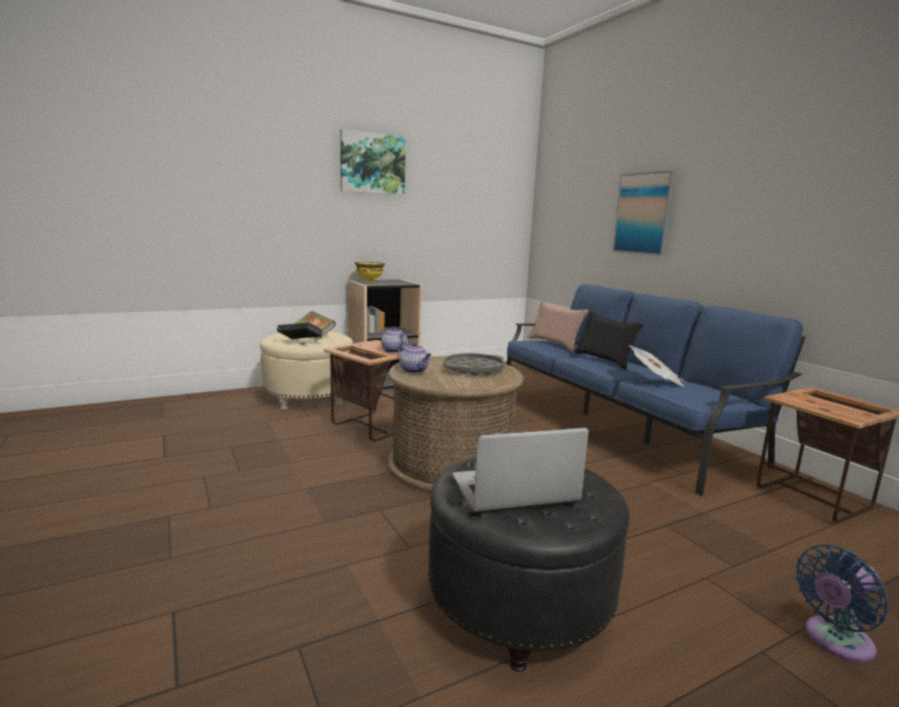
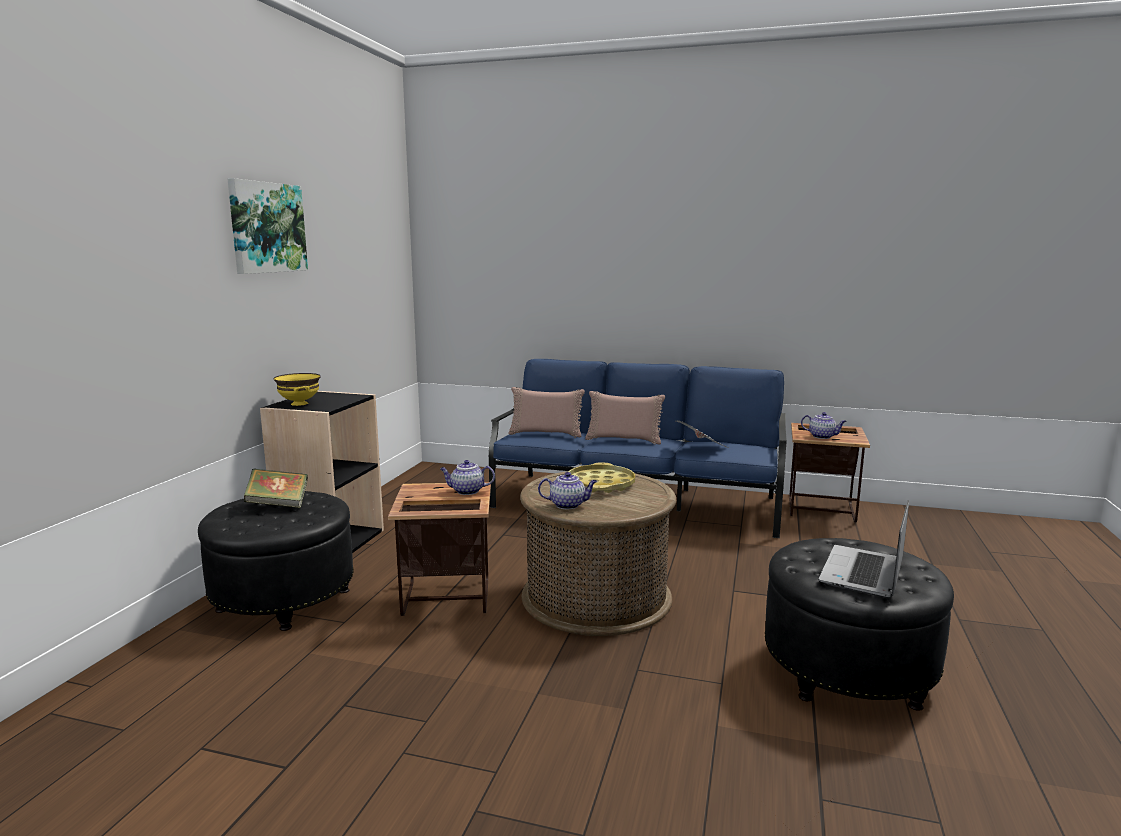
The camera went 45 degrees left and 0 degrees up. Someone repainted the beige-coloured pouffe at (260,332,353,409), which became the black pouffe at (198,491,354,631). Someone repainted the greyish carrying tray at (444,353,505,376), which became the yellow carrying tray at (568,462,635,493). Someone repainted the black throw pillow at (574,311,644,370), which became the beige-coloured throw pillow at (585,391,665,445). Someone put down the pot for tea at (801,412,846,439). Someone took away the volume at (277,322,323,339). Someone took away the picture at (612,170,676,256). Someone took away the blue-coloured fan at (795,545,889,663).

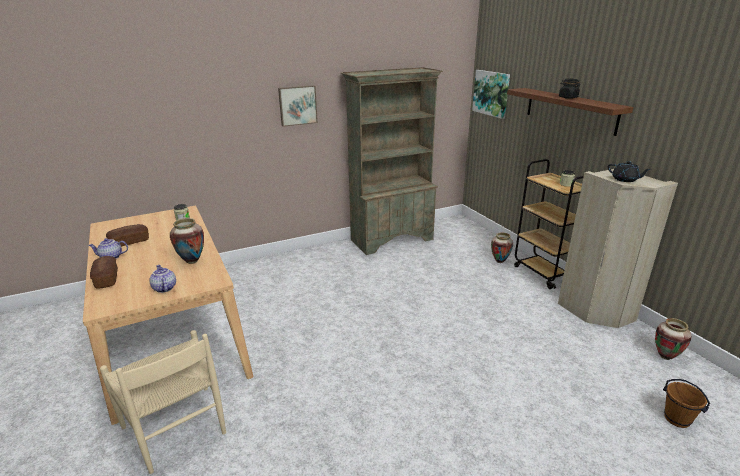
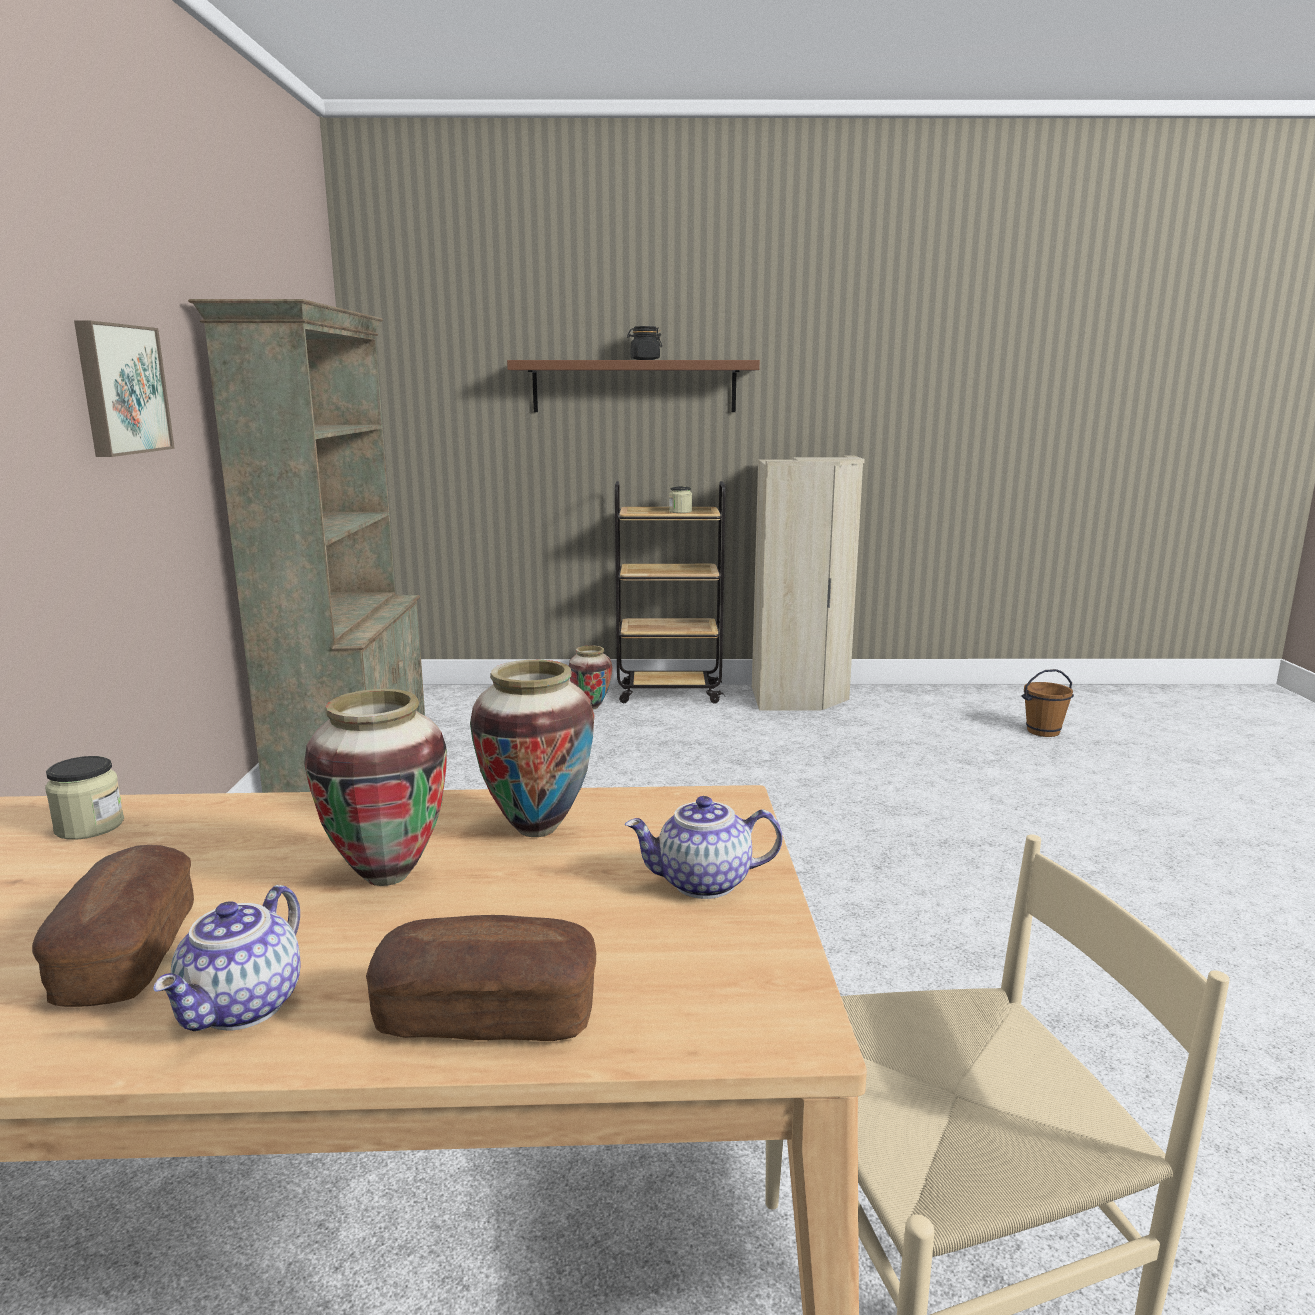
The camera went 65 degrees left and 10 degrees down. Someone carried the decorative vase from (655,318,692,360) to (304,689,447,886). Someone took away the picture at (472,70,510,119). Someone took away the black pot for tea at (608,161,651,182).

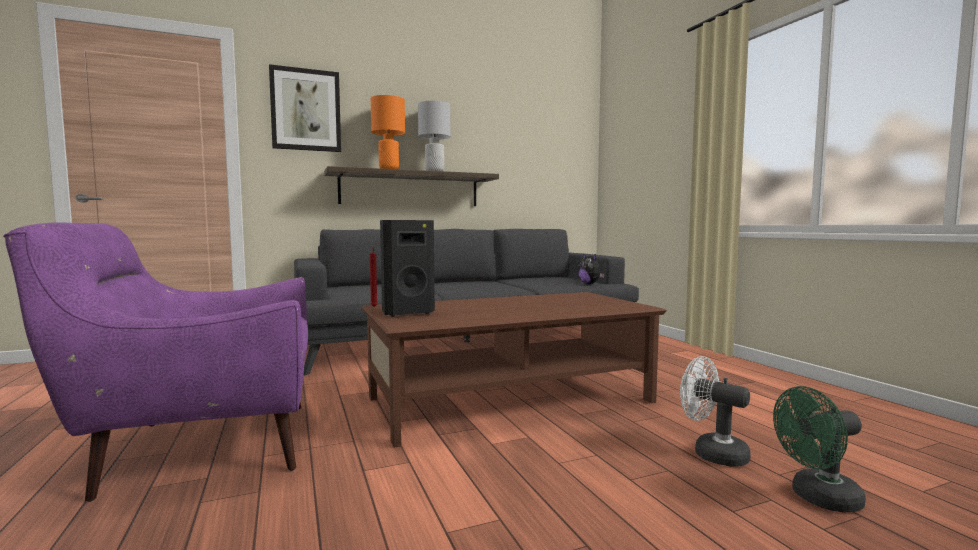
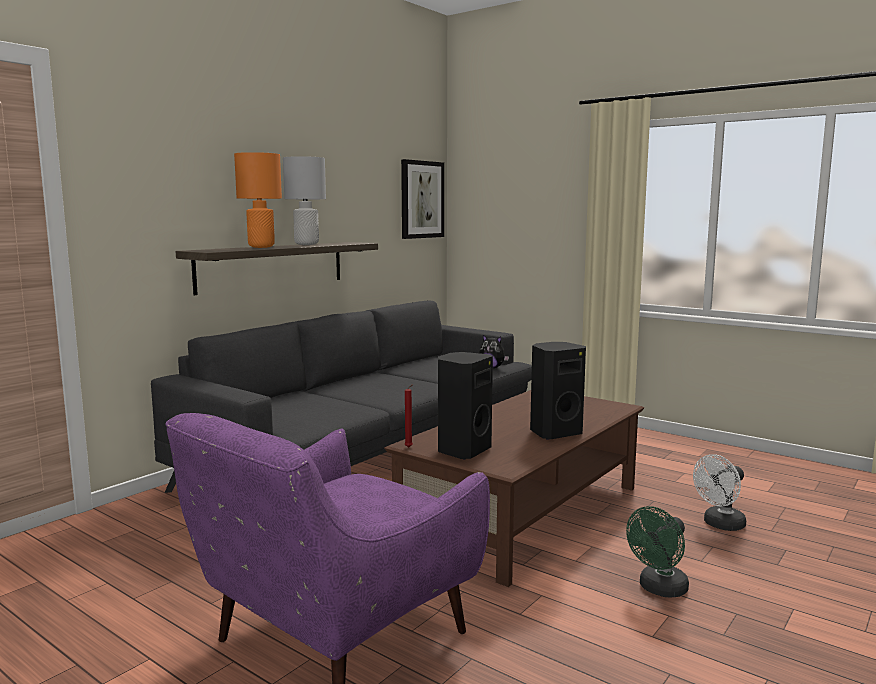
The camera went 30 degrees left and 5 degrees up. Someone carried the picture from (269,64,341,152) to (401,159,444,239). Someone put down the black loudspeaker at (530,342,586,440). Someone carried the green fan from (773,386,866,513) to (626,506,689,597). Someone rotated the whitish fan at (680,356,751,467) by 45 degrees counterclockwise.

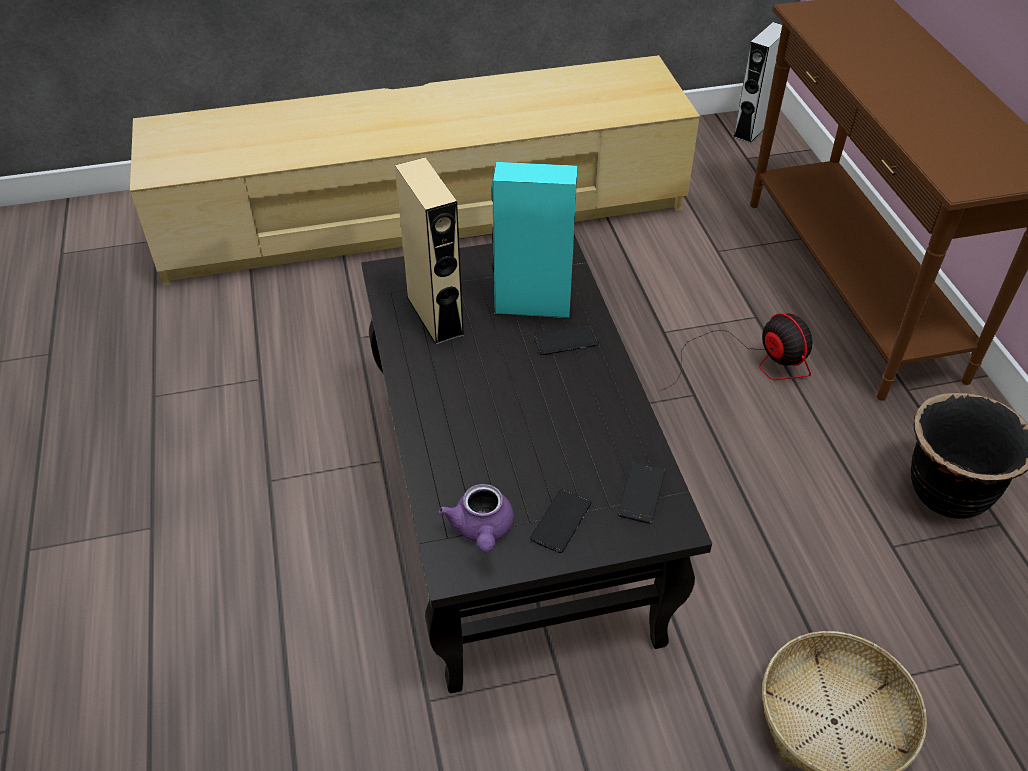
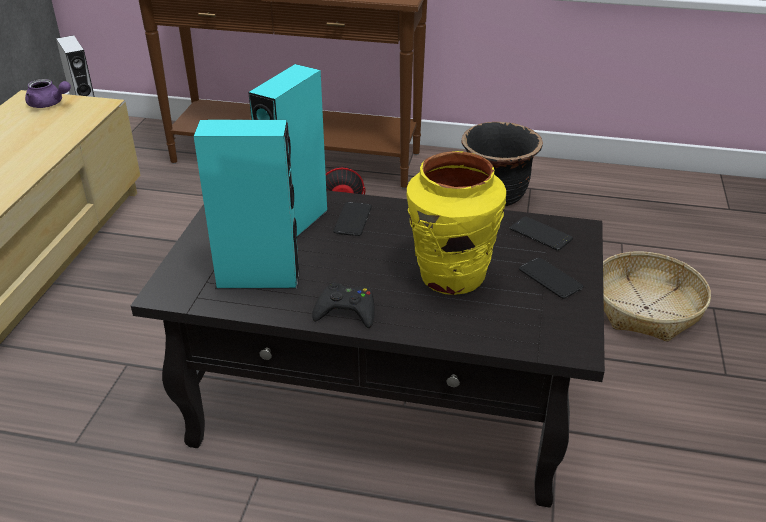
The camera went 65 degrees left and 10 degrees down. Someone carried the purplish pot for tea from (439,484,514,553) to (25,79,71,108). Someone repainted the beige-coloured loudspeaker at (395,158,465,345), which became the turquoise-coloured loudspeaker at (194,120,300,289). Someone put down the black joypad at (312,283,374,328). Someone put down the yellow decorative vase at (407,151,506,295).

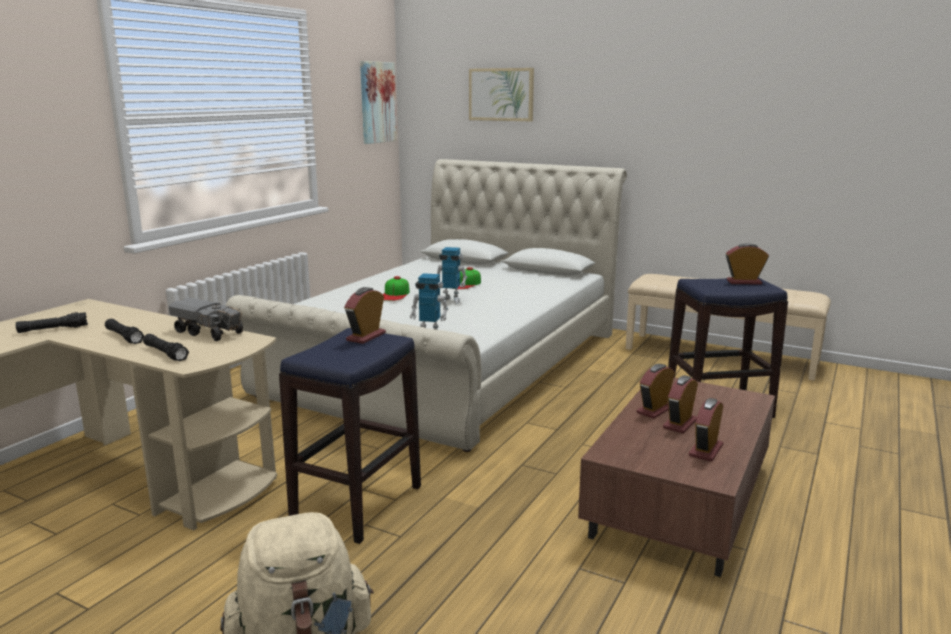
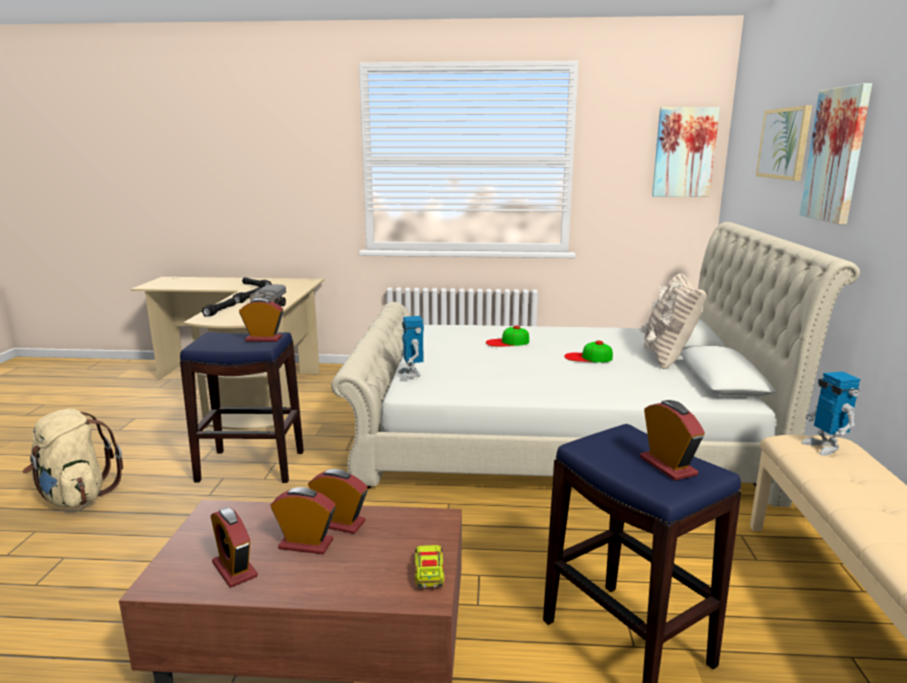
The camera went 65 degrees right and 0 degrees up. Someone rotated the bedside clock at (689,398,723,462) by 135 degrees counterclockwise. Someone put down the toy truck at (415,545,444,588). Someone put down the beige-coloured throw pillow at (640,273,706,369). Someone put up the picture at (799,83,872,225). Someone carried the toy robot from (437,247,467,304) to (801,371,860,456).

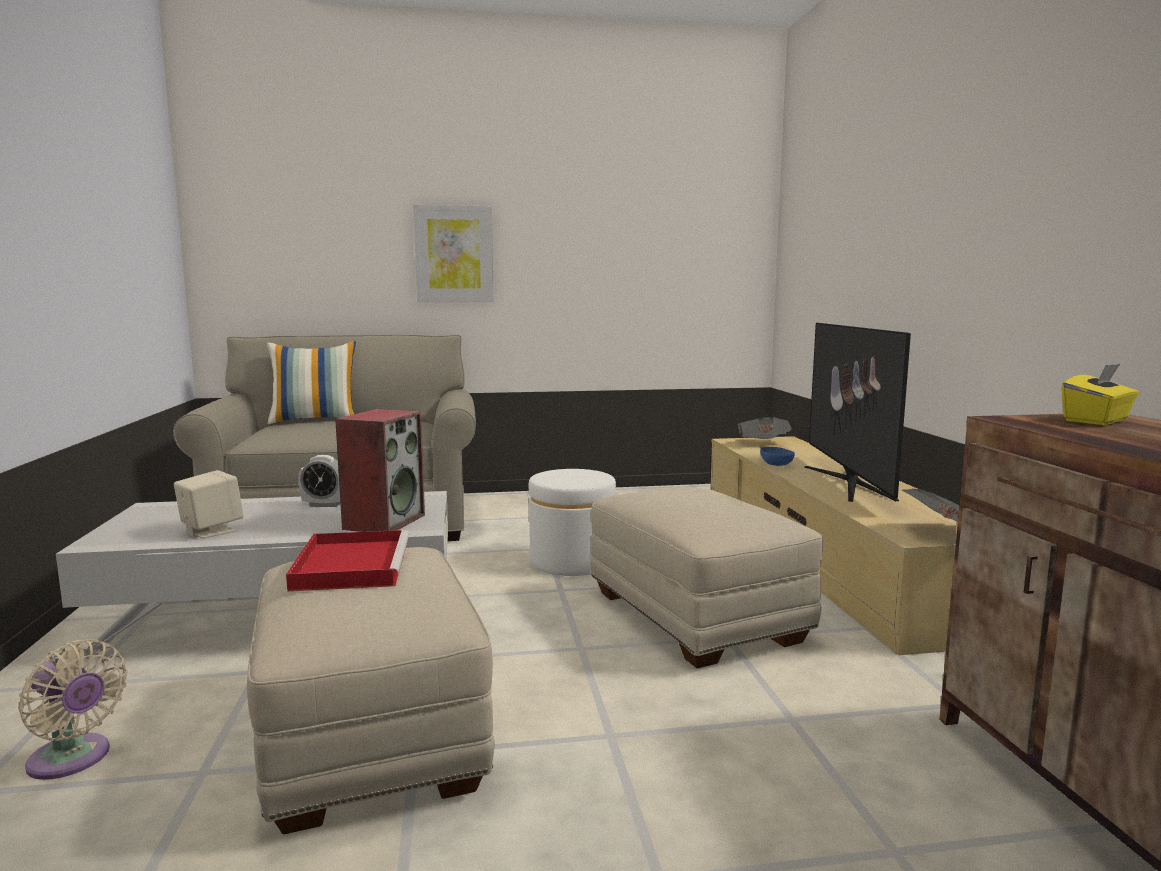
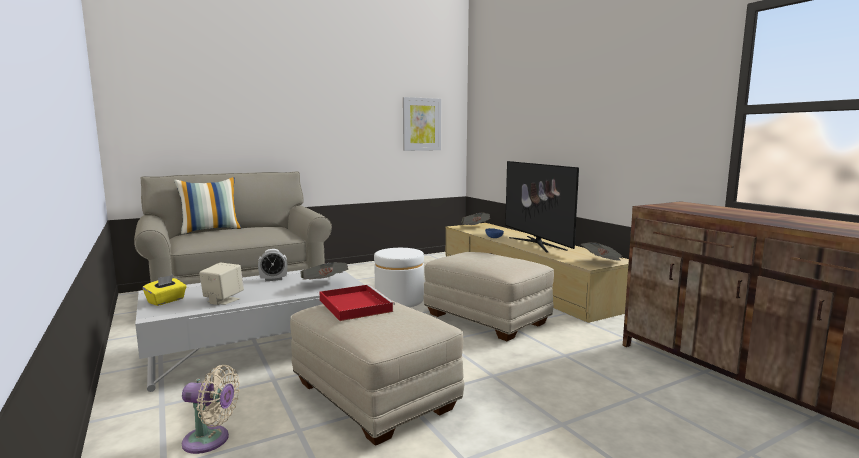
The camera went 20 degrees left and 0 degrees up. Someone carried the yellow tissue holder from (1062,363,1139,425) to (142,275,187,306). Someone swapped the loudspeaker at (335,409,425,532) for the newspaper at (300,262,348,280). Someone carried the picture from (413,205,494,302) to (403,97,441,151).

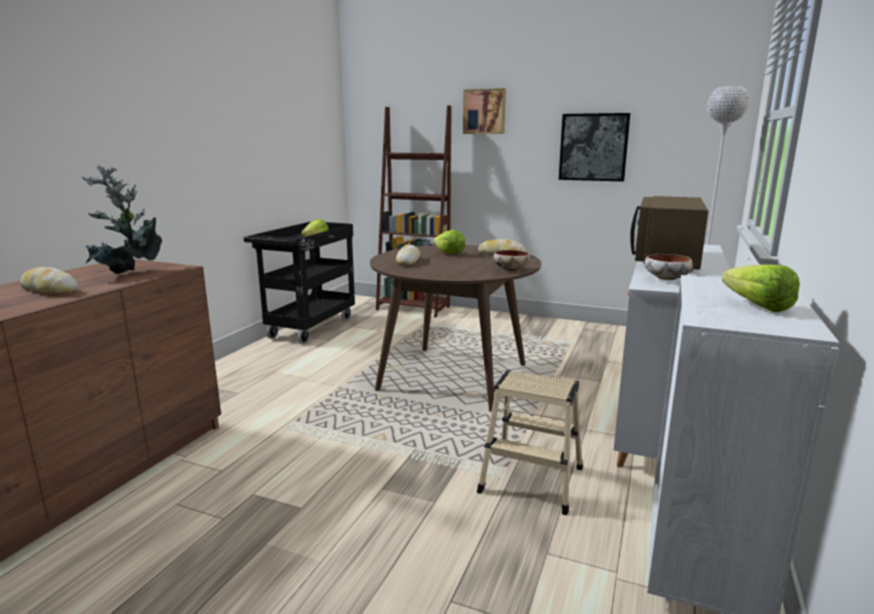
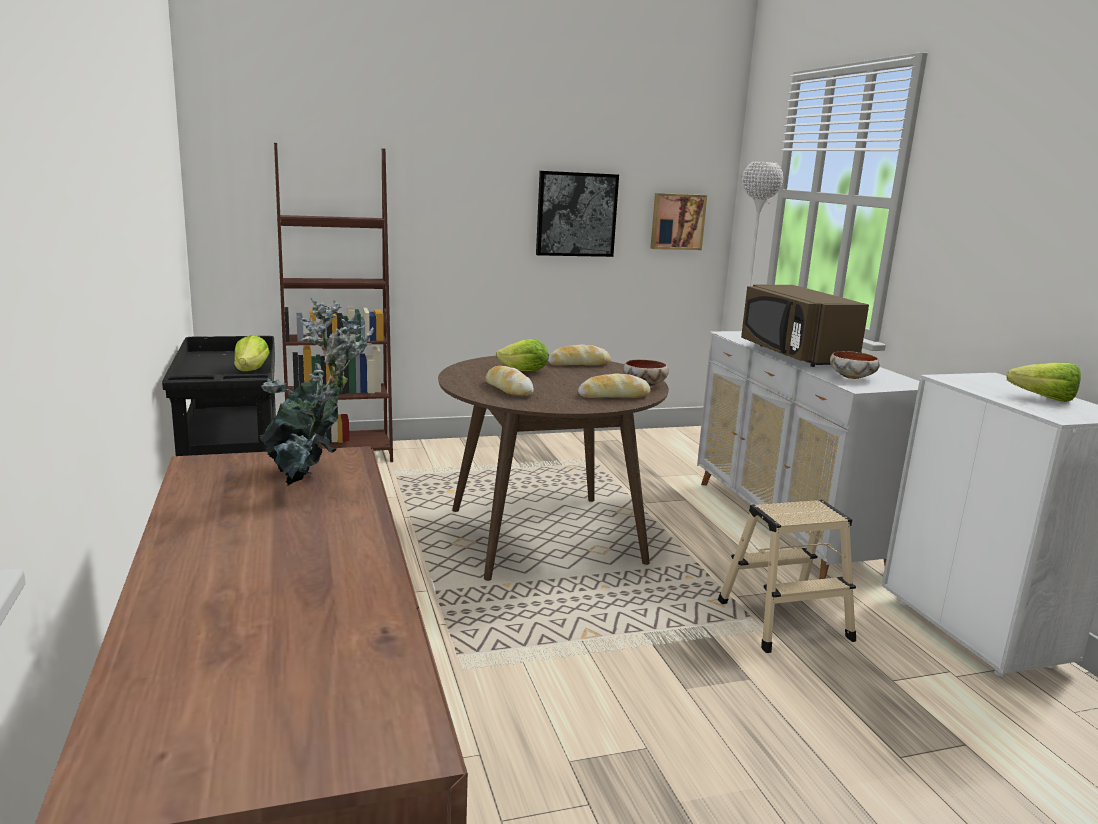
The camera went 40 degrees left and 0 degrees up. Someone carried the baked bread from (20,267,78,295) to (578,373,651,398). Someone carried the picture from (463,88,506,134) to (650,193,707,250).

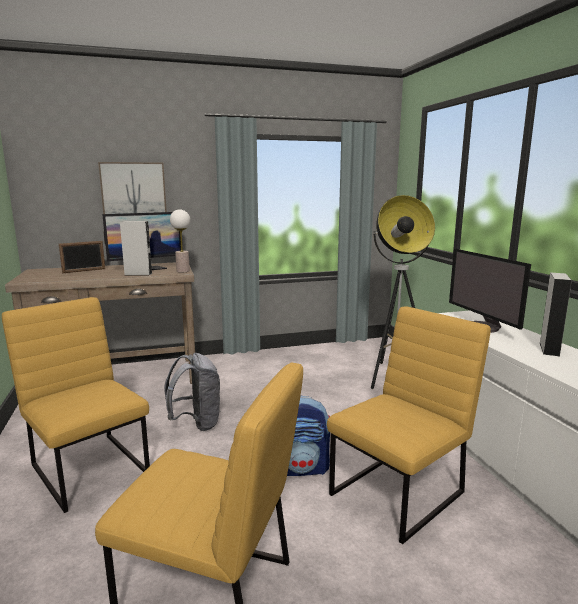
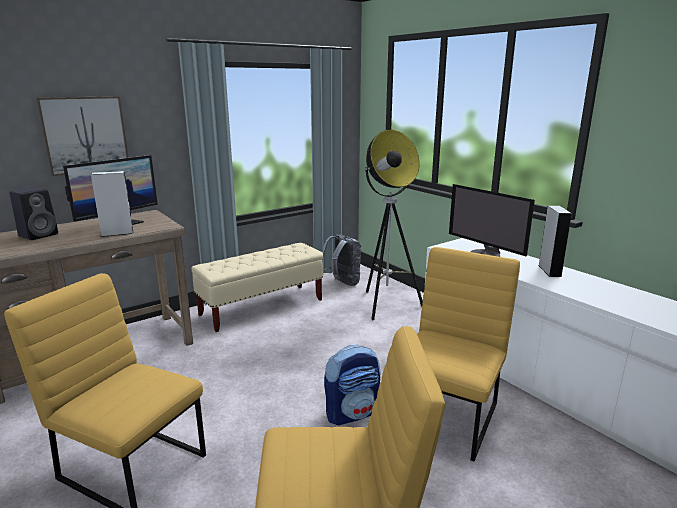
The camera went 20 degrees left and 5 degrees up. Someone swapped the photo frame at (59,241,105,273) for the black loudspeaker at (10,187,58,240). Someone put down the beige-coloured long seat at (191,243,323,332). Someone carried the greyish rucksack from (164,353,220,431) to (321,234,361,286). Someone took away the lamp for a table at (170,210,190,272).

